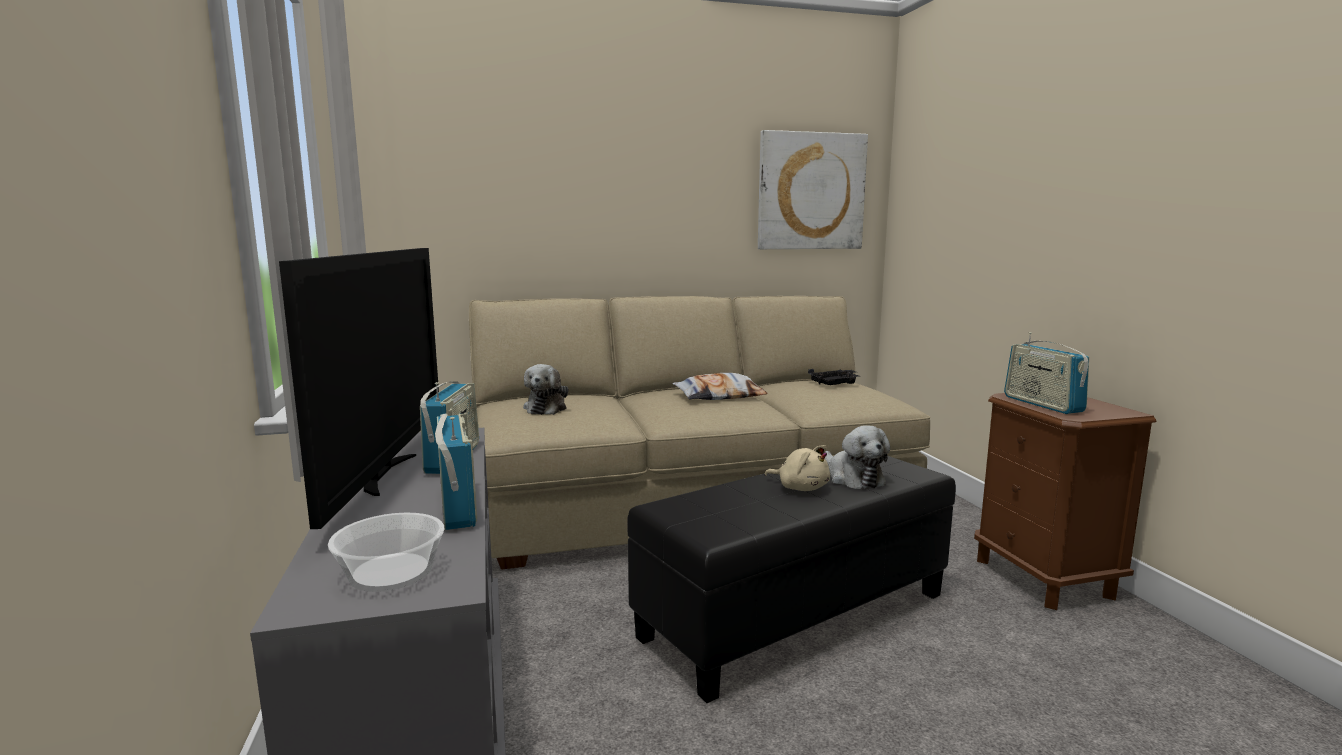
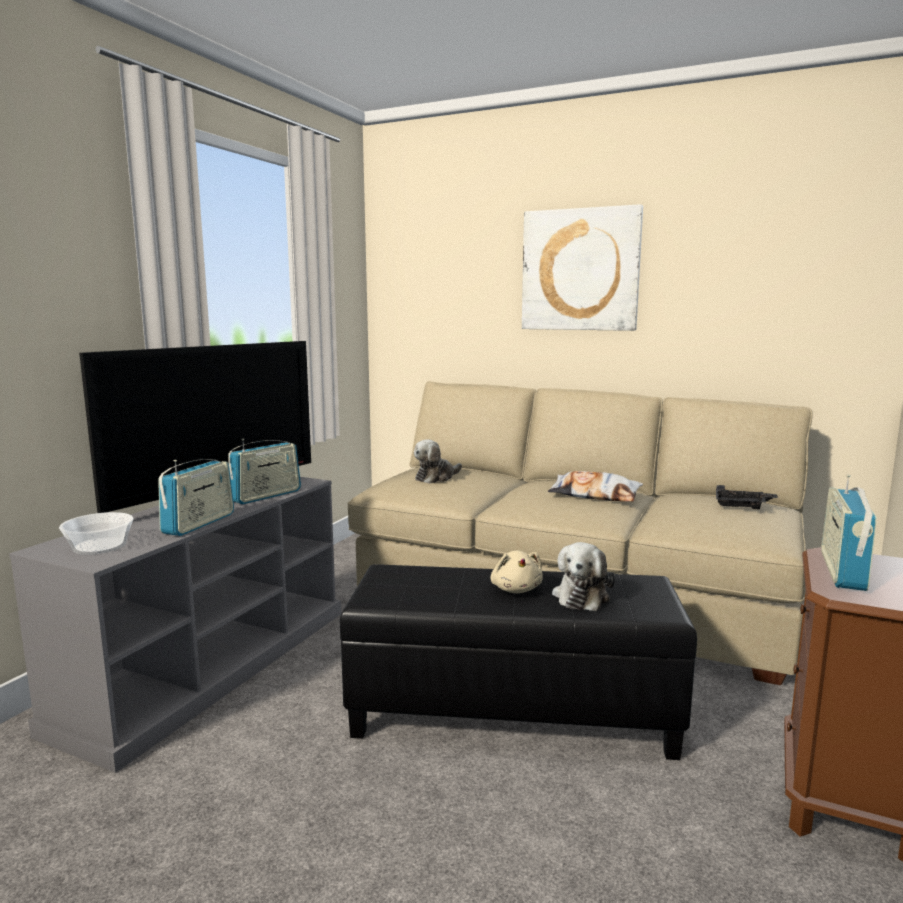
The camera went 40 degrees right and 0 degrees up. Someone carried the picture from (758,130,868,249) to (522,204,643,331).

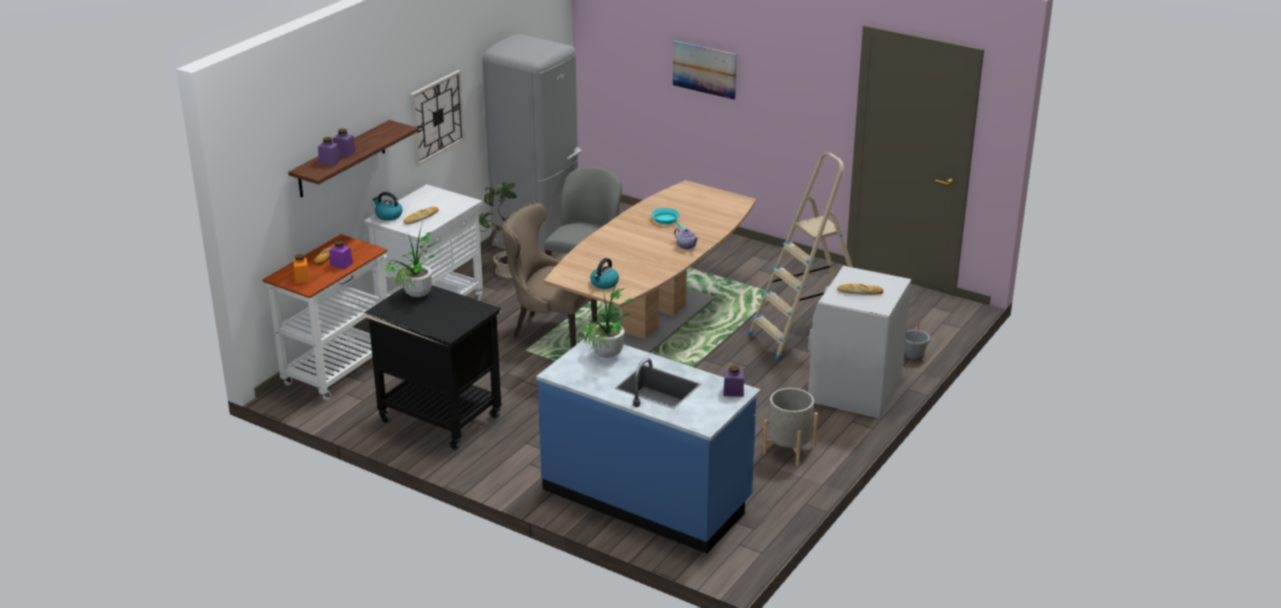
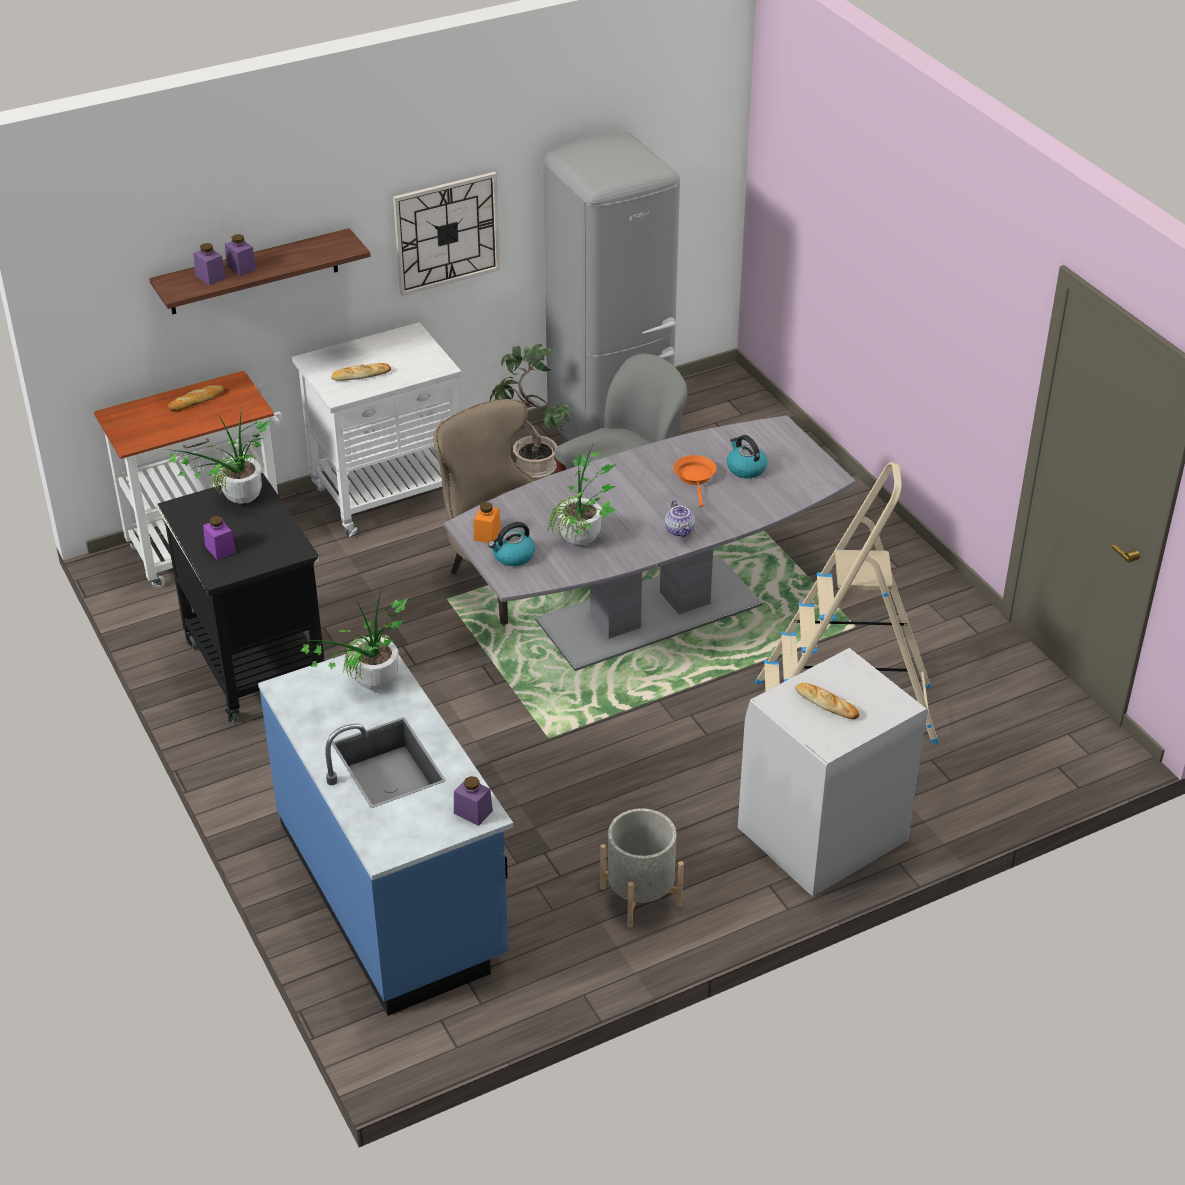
The camera went 30 degrees right and 10 degrees up. Someone carried the purplish jar from (329,241,353,269) to (203,516,236,560). Someone repainted the brownish dinner table at (544,180,756,353), which became the greyish dinner table at (444,416,855,671). Someone carried the orange-coloured jar from (293,254,310,283) to (474,502,501,543). Someone put down the plant in a pot at (547,442,617,545). Someone repainted the turquoise-coloured pan at (651,208,685,230), which became the orange-coloured pan at (673,455,716,507). Someone carried the kettle from (373,192,402,221) to (727,435,767,478). Someone took away the picture at (673,40,737,100). Someone took away the greyish water bucket at (905,320,930,361).

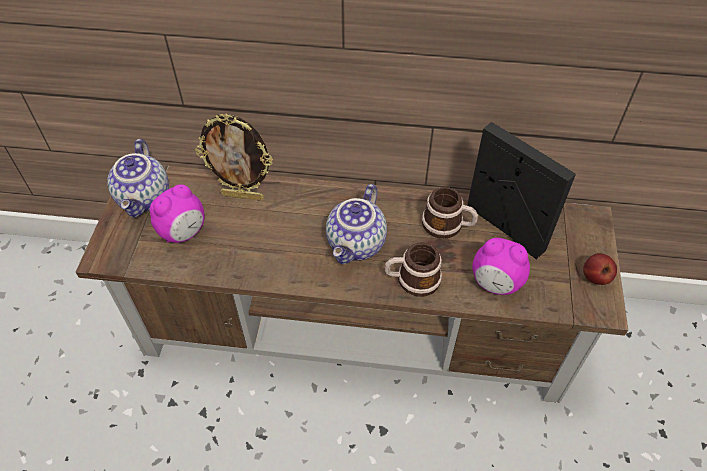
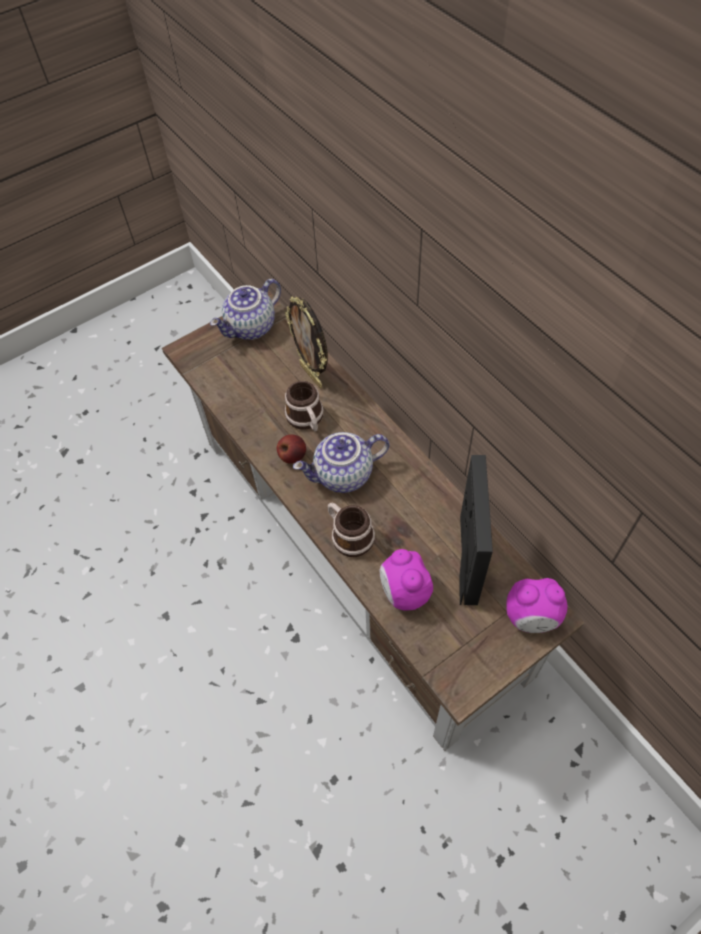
The camera went 50 degrees right and 5 degrees up. Someone carried the apple fruit from (583,253,617,285) to (277,434,306,464). Someone carried the tea mug from (422,187,478,239) to (285,381,324,431). Someone carried the bedside clock from (149,184,205,243) to (506,578,567,633).

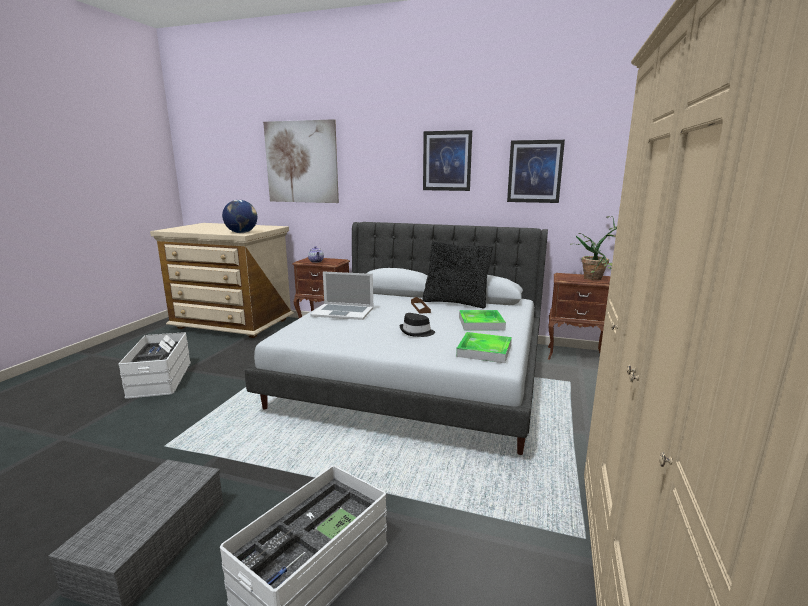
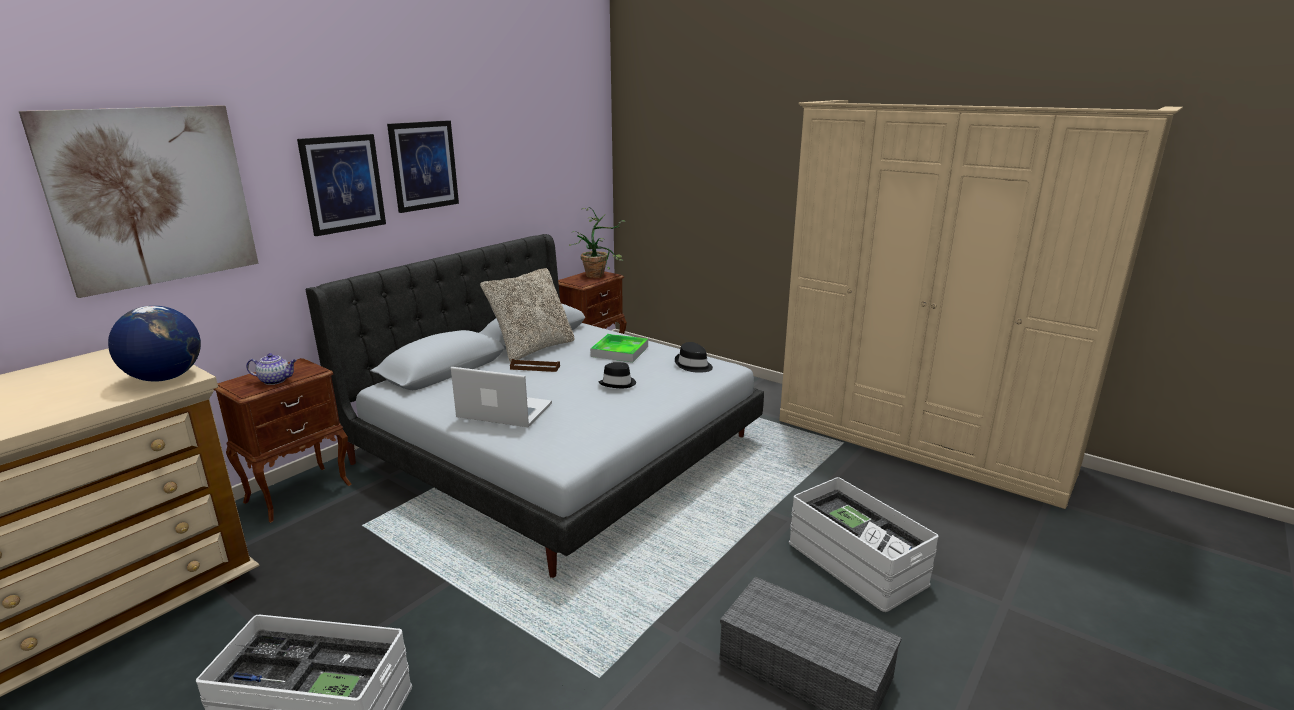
The camera went 70 degrees left and 5 degrees up. Someone carried the picture from (507,140,565,203) to (297,134,386,236). Someone rotated the portable computer at (310,271,373,320) by 105 degrees counterclockwise. Someone repainted the black throw pillow at (422,242,493,308), which became the beige-coloured throw pillow at (480,268,574,362). Someone swapped the carrying tray at (456,332,512,363) for the black wearable hat at (675,342,713,373).

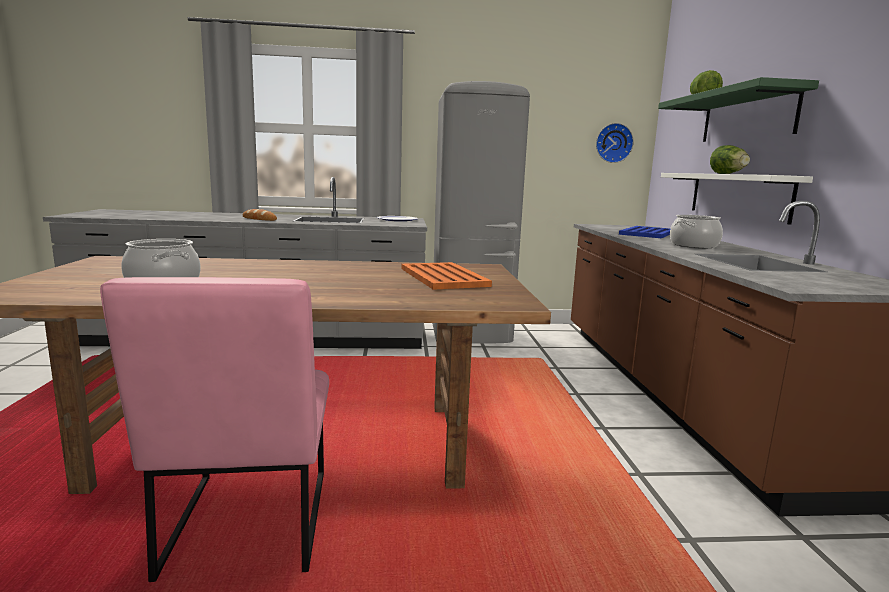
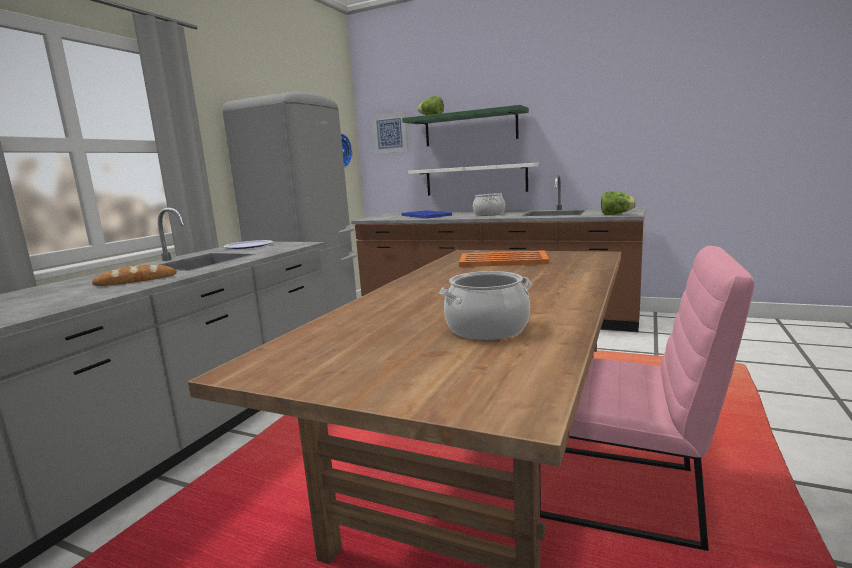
The camera went 60 degrees left and 0 degrees up. Someone put up the picture at (371,112,408,154). Someone carried the lettuce from (710,145,750,174) to (601,191,636,215).

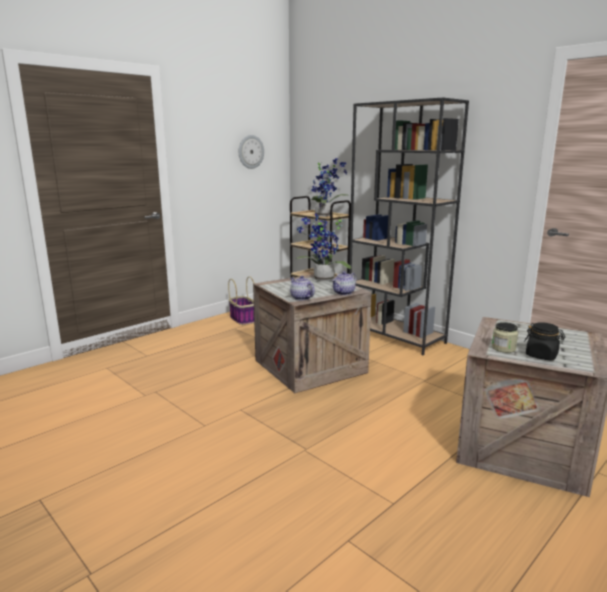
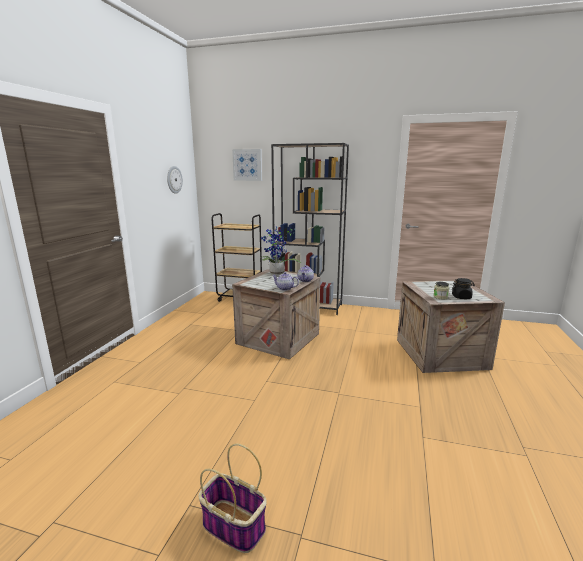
The camera went 30 degrees left and 0 degrees up. Someone carried the household basket from (228,276,254,325) to (199,444,267,553). Someone put up the picture at (232,149,262,181). Someone took away the plant in a pot at (310,158,349,217).

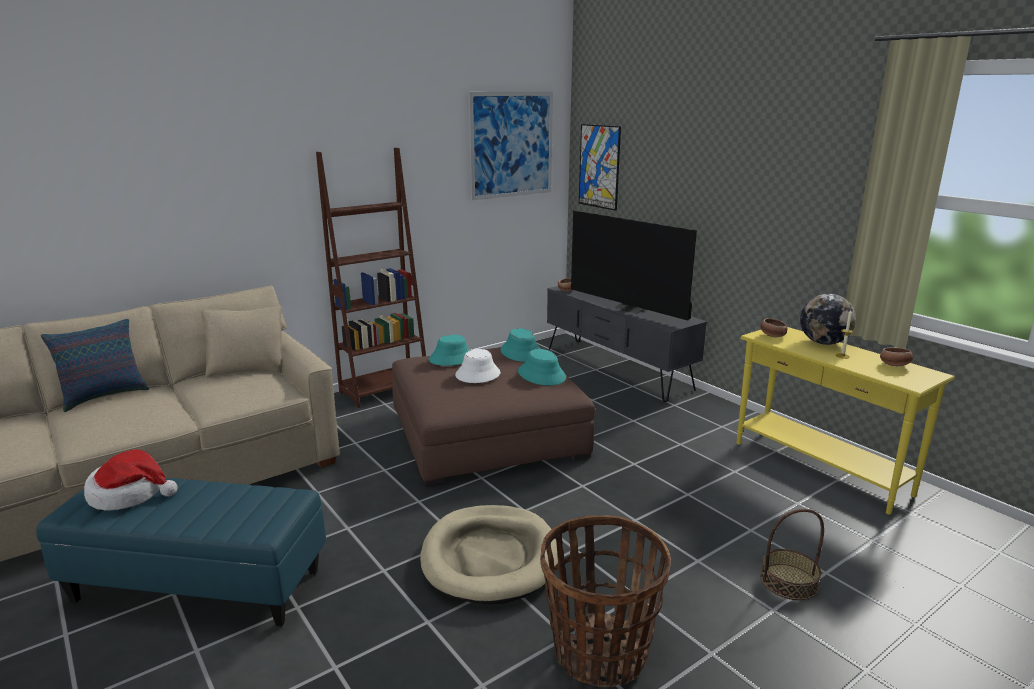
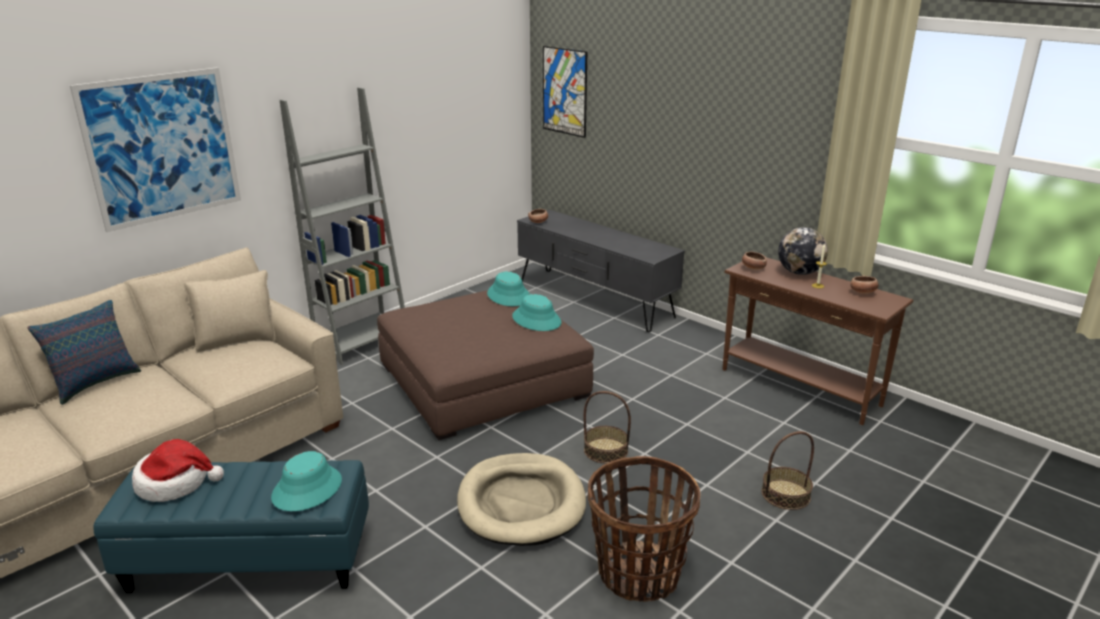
The camera went 10 degrees left and 5 degrees up. Someone carried the picture from (469,92,553,201) to (70,67,241,232). Someone carried the turquoise-coloured wearable hat from (429,335,470,366) to (271,451,342,511). Someone repainted the brownish shelving unit at (316,148,426,408), which became the greyish shelving unit at (280,87,405,365). Someone put down the household basket at (584,391,631,464). Someone repainted the yellow console table at (737,327,955,515), which became the brownish console table at (723,257,913,426). Someone took away the whitish wearable hat at (455,349,500,383). Someone took away the TV set at (571,211,697,321).

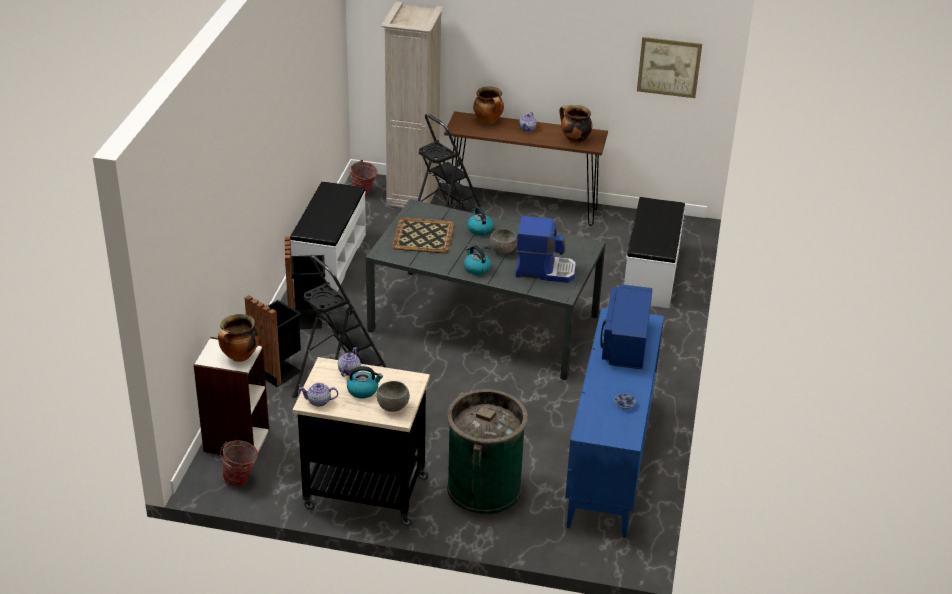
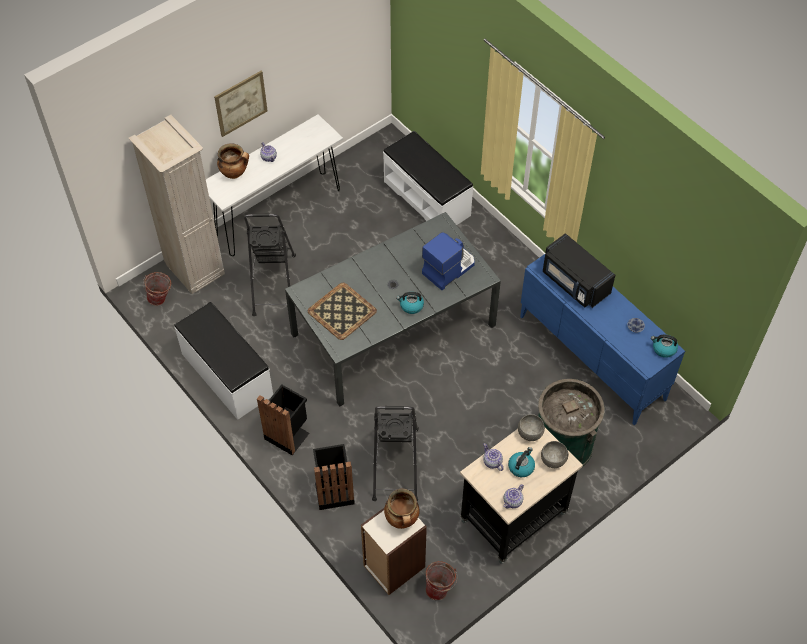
The camera went 50 degrees left and 20 degrees up. Someone repainted the brownish console table at (444,111,608,226), which became the whitish console table at (206,114,343,256). Someone carried the picture from (637,37,702,98) to (214,71,268,137). Someone carried the greyish serving bowl from (490,229,517,254) to (518,414,545,441). Someone repainted the blue-coloured microwave at (601,284,653,369), which became the black microwave at (543,233,615,308). Someone carried the kettle from (467,207,493,235) to (651,334,678,358). Someone took away the cooking pot at (559,105,593,144).

